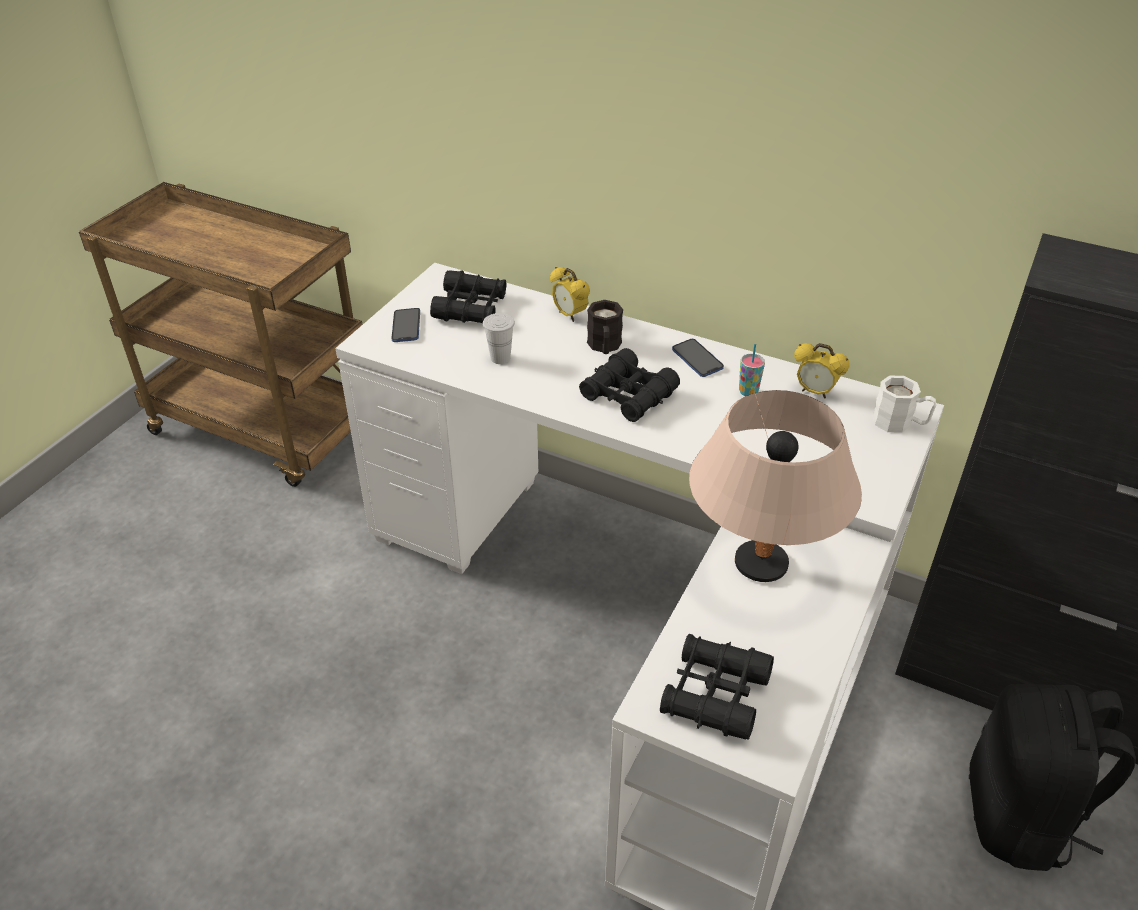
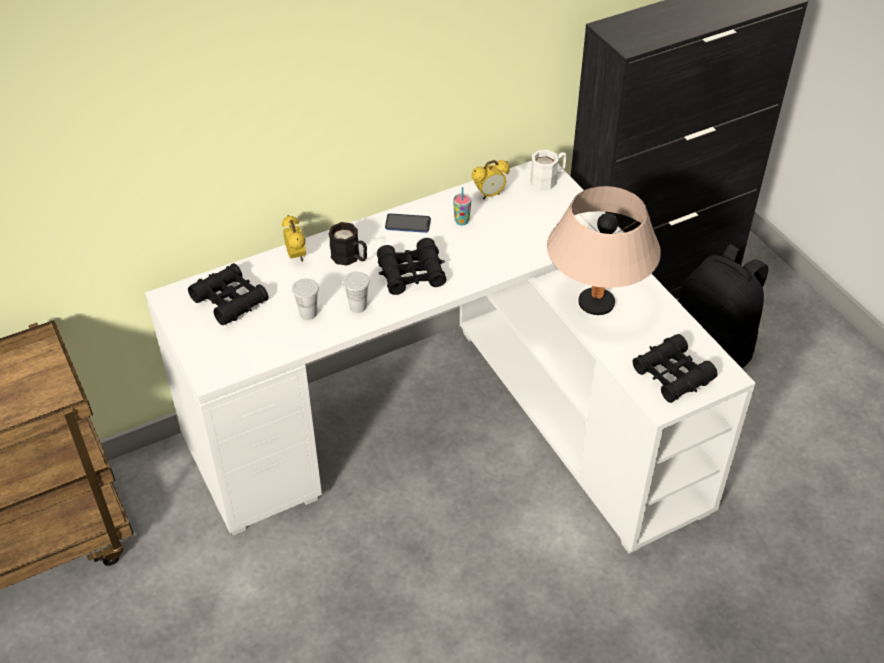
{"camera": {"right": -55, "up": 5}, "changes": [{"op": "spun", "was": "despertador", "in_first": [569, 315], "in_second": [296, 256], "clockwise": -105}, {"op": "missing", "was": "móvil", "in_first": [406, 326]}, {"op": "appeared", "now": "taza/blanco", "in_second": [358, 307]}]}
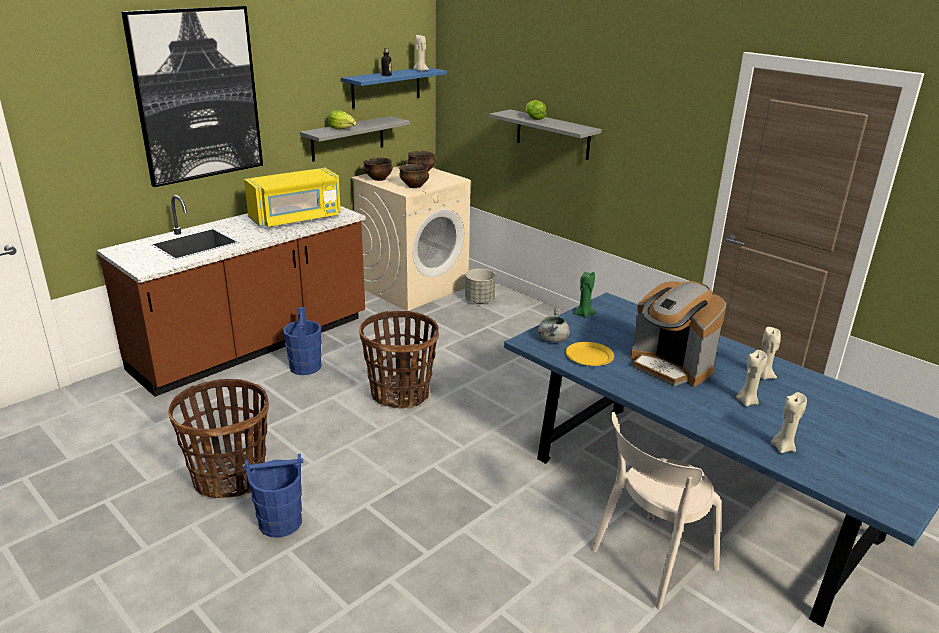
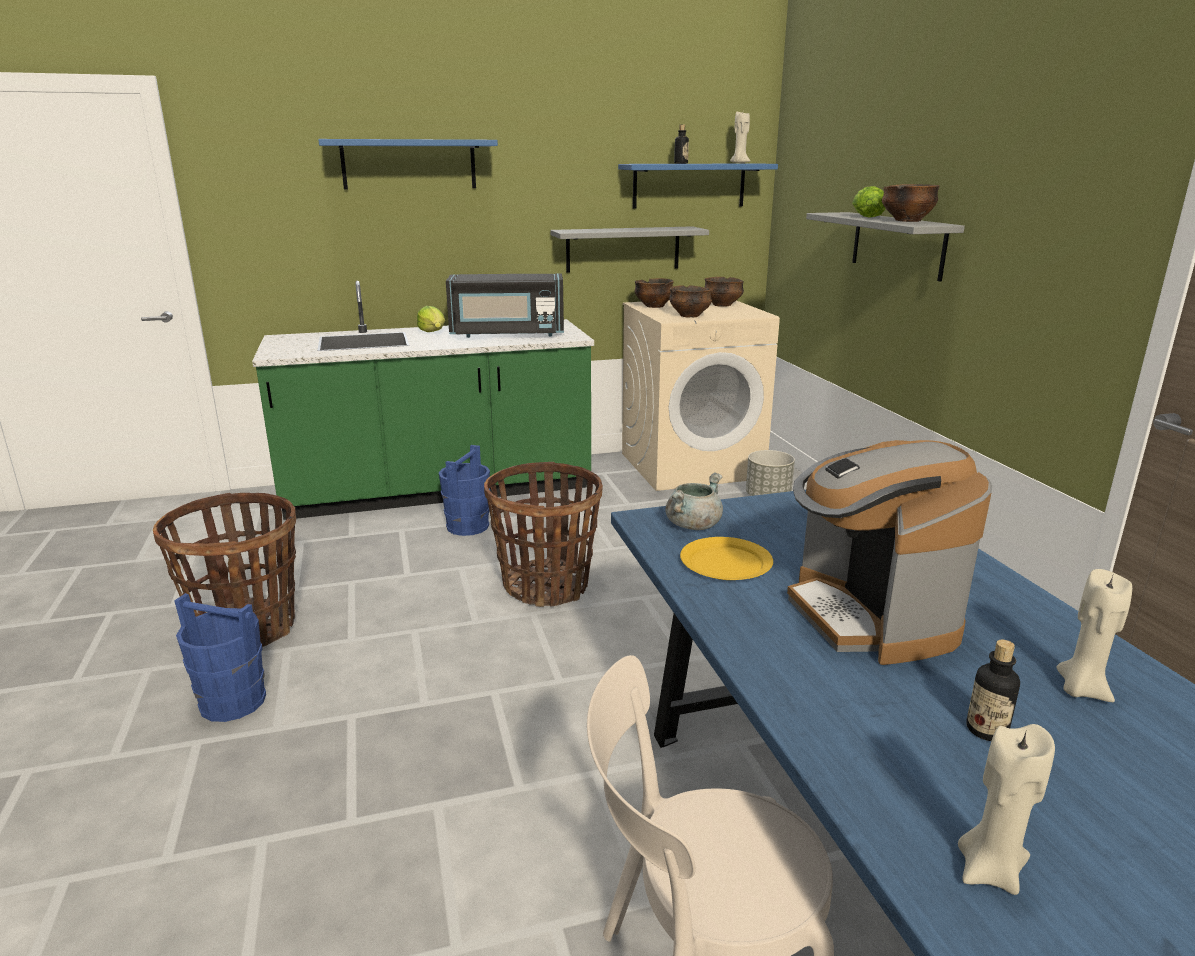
{"camera": {"right": 30, "up": -5}, "changes": [{"op": "exchanged", "was": "cuadro", "now": "estante/azul", "in_first": [197, 95], "in_second": [409, 164]}, {"op": "relocated", "was": "lechuga", "in_first": [342, 129], "in_second": [433, 332]}, {"op": "colour", "was": "microondas/amarillo", "now": "microondas/negro", "in_first": [296, 219], "in_second": [507, 334]}, {"op": "colour", "was": "mueble bajo de cocina/marrón", "now": "mueble bajo de cocina/verde", "in_first": [253, 345], "in_second": [439, 491]}, {"op": "missing", "was": "vela/verde", "in_first": [583, 314]}, {"op": "exchanged", "was": "vela/beis", "now": "botella", "in_first": [746, 401], "in_second": [986, 730]}, {"op": "appeared", "now": "cuenco", "in_second": [907, 221]}]}
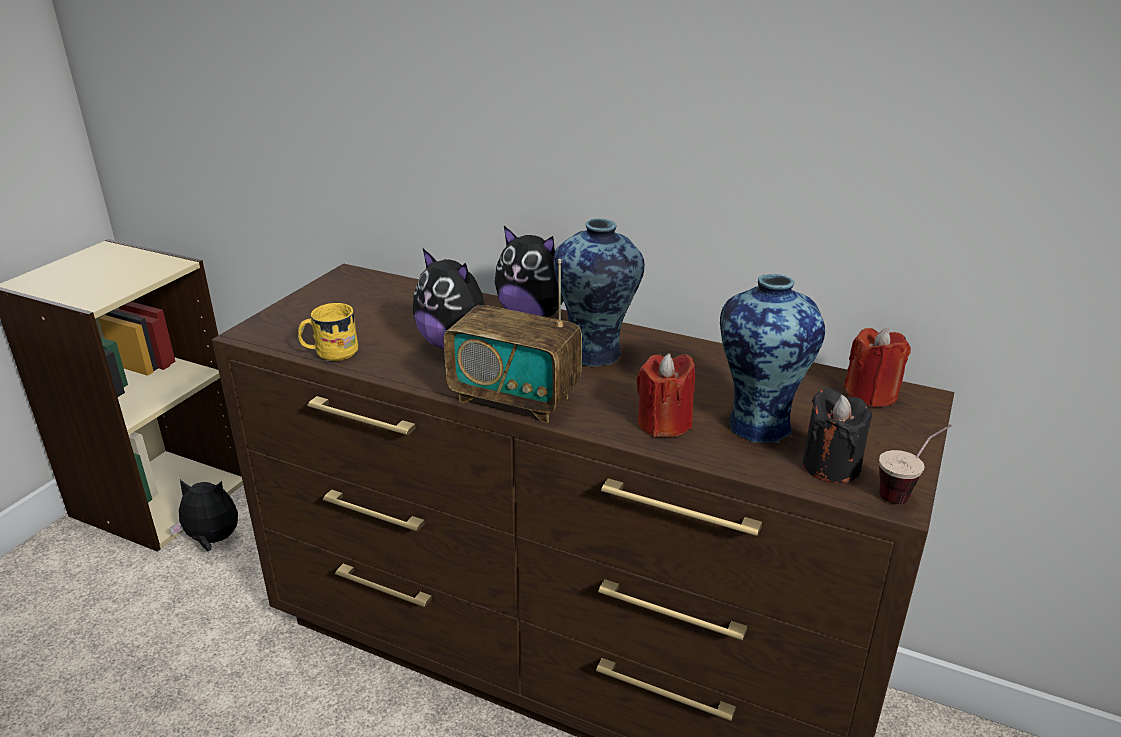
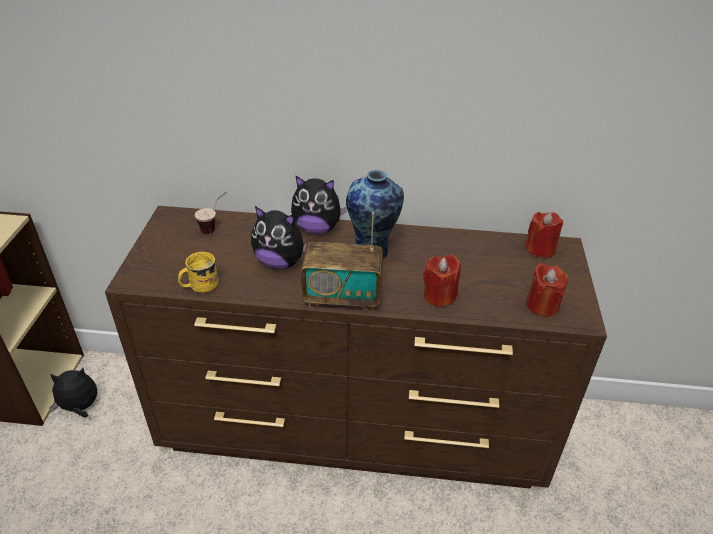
{"camera": {"right": -20, "up": 10}, "changes": [{"op": "missing", "was": "florero", "in_first": [758, 424]}, {"op": "colour", "was": "vela/negro", "now": "vela/rojo", "in_first": [831, 466], "in_second": [542, 305]}, {"op": "relocated", "was": "taza", "in_first": [907, 491], "in_second": [215, 227]}]}
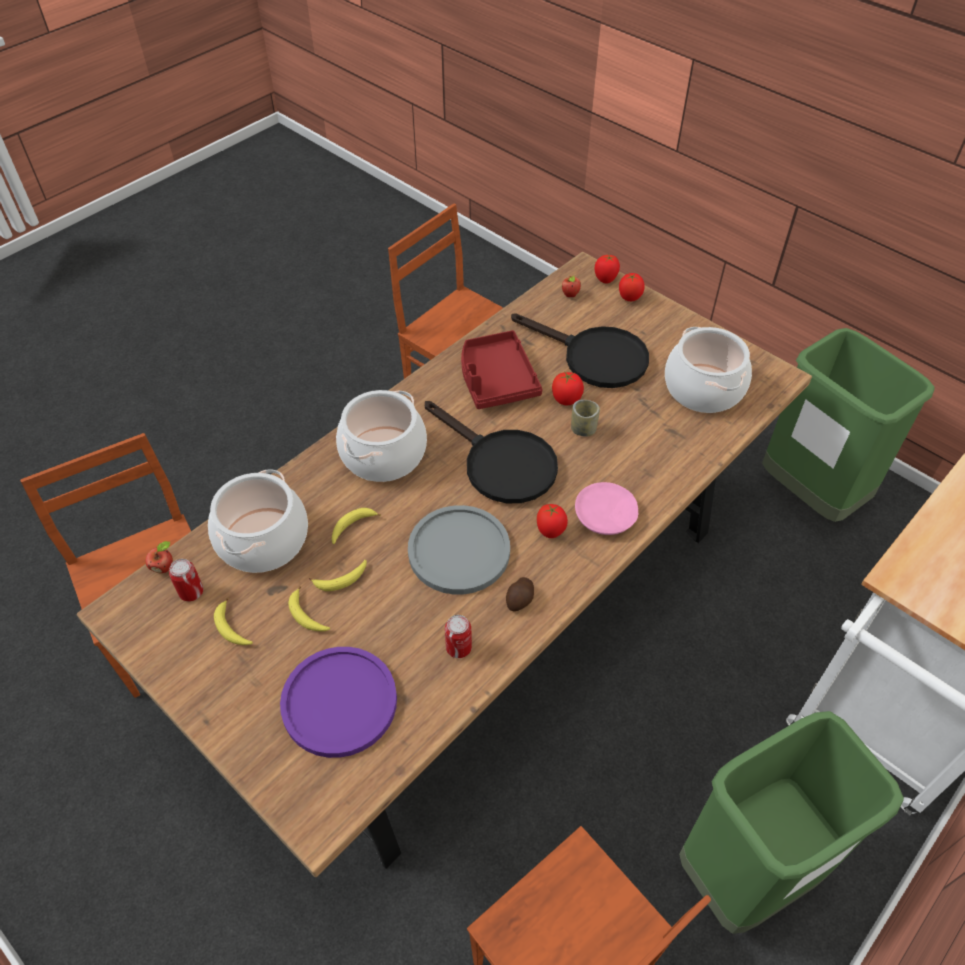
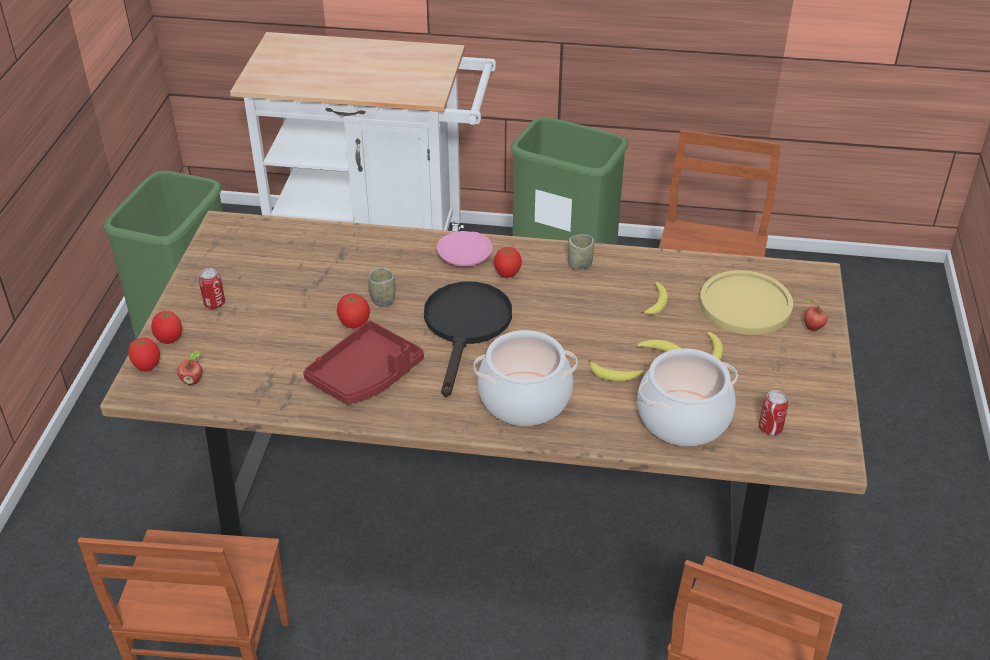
{"camera": {"right": -125, "up": -10}, "changes": [{"op": "missing", "was": "sartén/negro", "in_first": [594, 357]}, {"op": "missing", "was": "olla", "in_first": [704, 389]}, {"op": "missing", "was": "plato/gris", "in_first": [459, 551]}, {"op": "relocated", "was": "manzana", "in_first": [164, 567], "in_second": [811, 328]}, {"op": "exchanged", "was": "patata", "now": "taza", "in_first": [520, 599], "in_second": [579, 264]}, {"op": "relocated", "was": "plátano", "in_first": [232, 628], "in_second": [656, 303]}, {"op": "relocated", "was": "lata", "in_first": [458, 648], "in_second": [214, 303]}, {"op": "colour", "was": "plato/morado", "now": "plato/amarillo", "in_first": [339, 702], "in_second": [745, 304]}]}
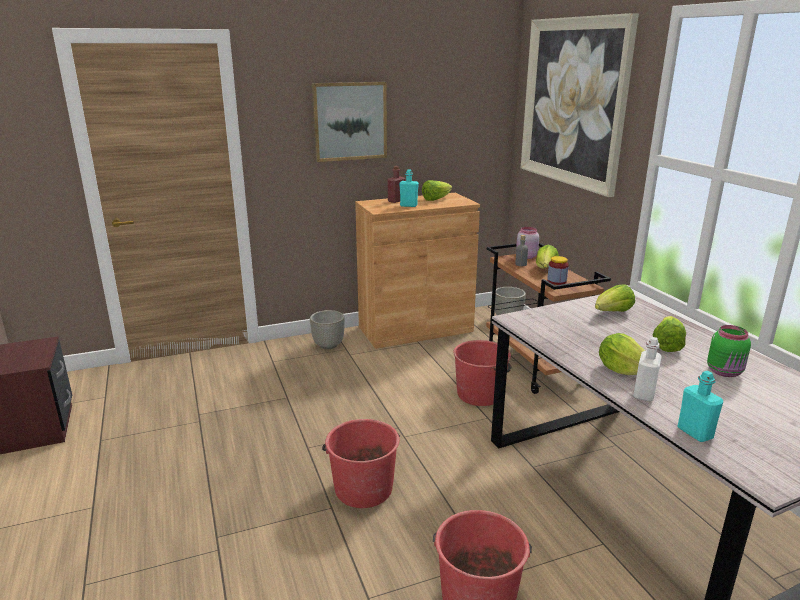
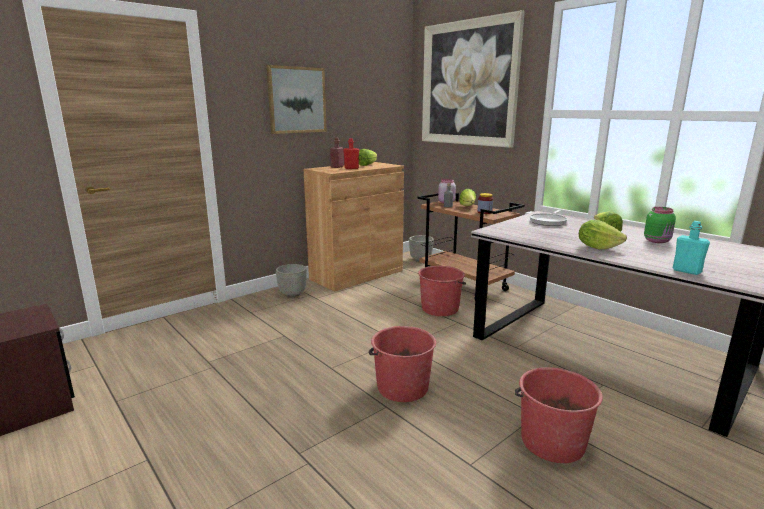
{"camera": {"right": -20, "up": -5}, "changes": [{"op": "colour", "was": "botella/turquesa", "now": "botella/rojo", "in_first": [408, 205], "in_second": [351, 168]}, {"op": "exchanged", "was": "lechuga", "now": "sartén", "in_first": [612, 313], "in_second": [548, 221]}, {"op": "missing", "was": "botella/blanco", "in_first": [644, 394]}]}
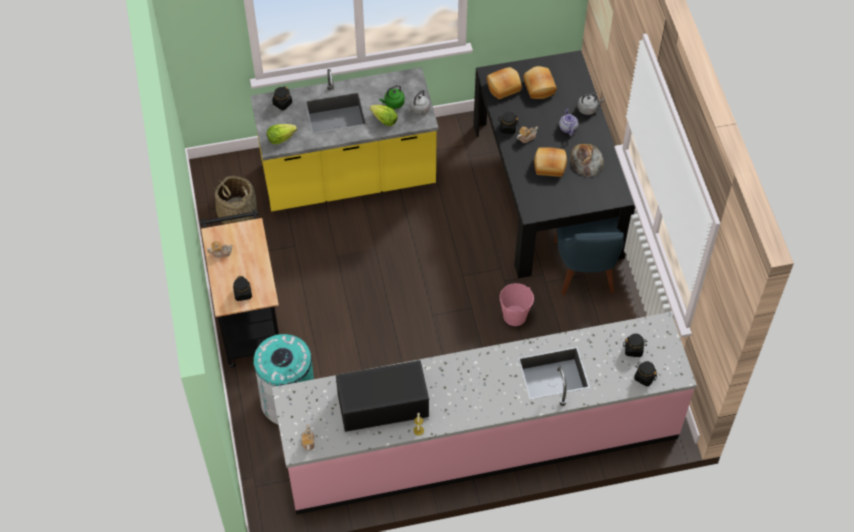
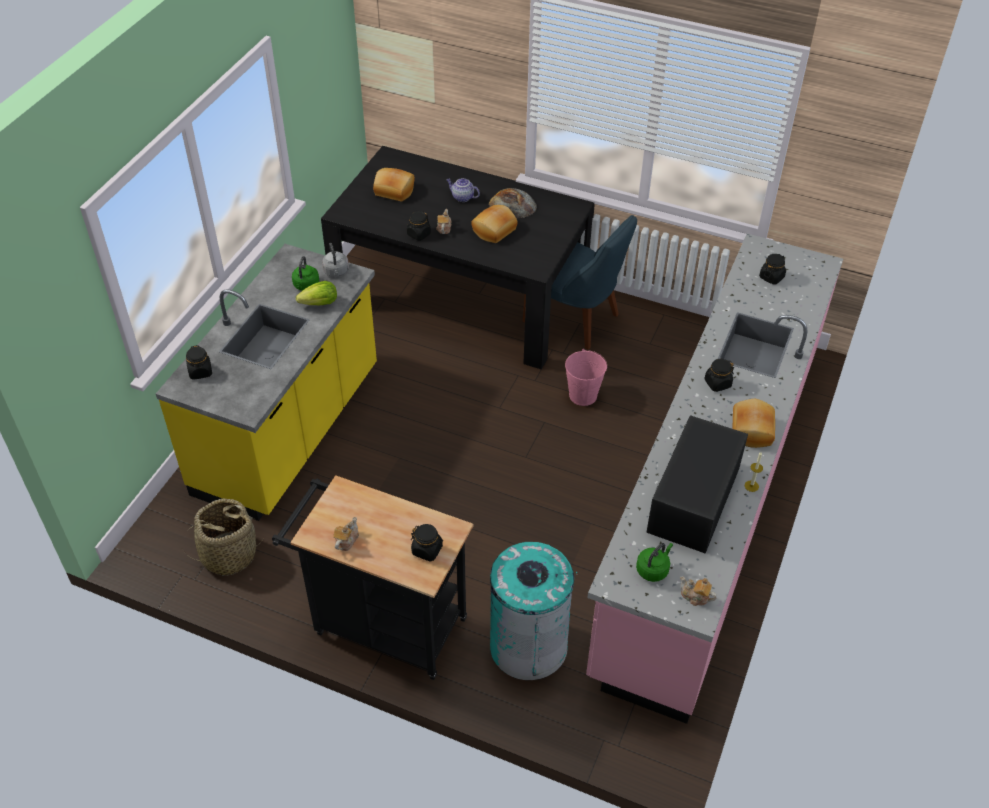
{"camera": {"right": -55, "up": -10}, "changes": [{"op": "relocated", "was": "pan", "in_first": [503, 86], "in_second": [750, 430]}, {"op": "missing", "was": "hervidor/gris", "in_first": [588, 108]}, {"op": "missing", "was": "lechuga", "in_first": [280, 138]}, {"op": "relocated", "was": "tarro/negro", "in_first": [644, 377], "in_second": [717, 383]}, {"op": "appeared", "now": "hervidor/verde", "in_second": [653, 569]}]}
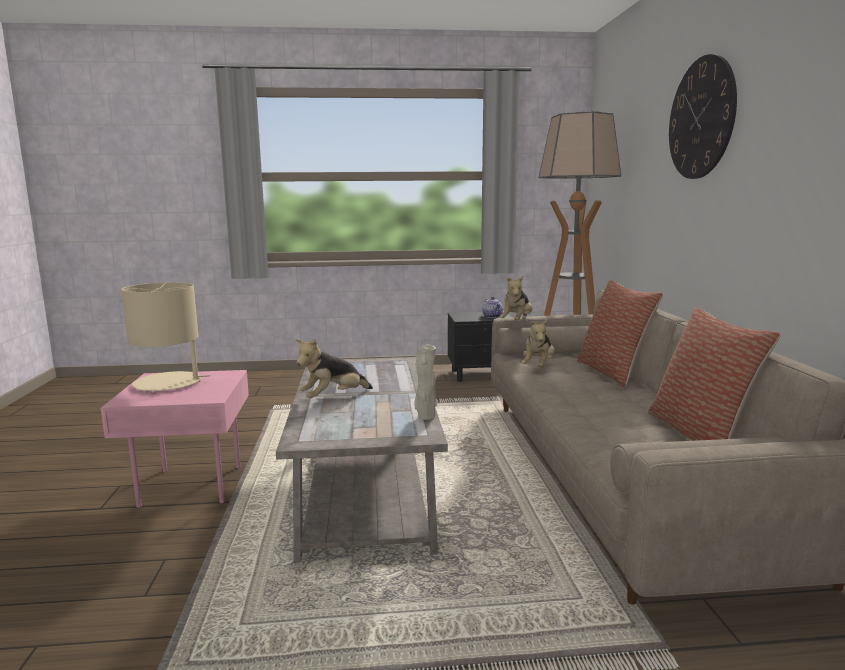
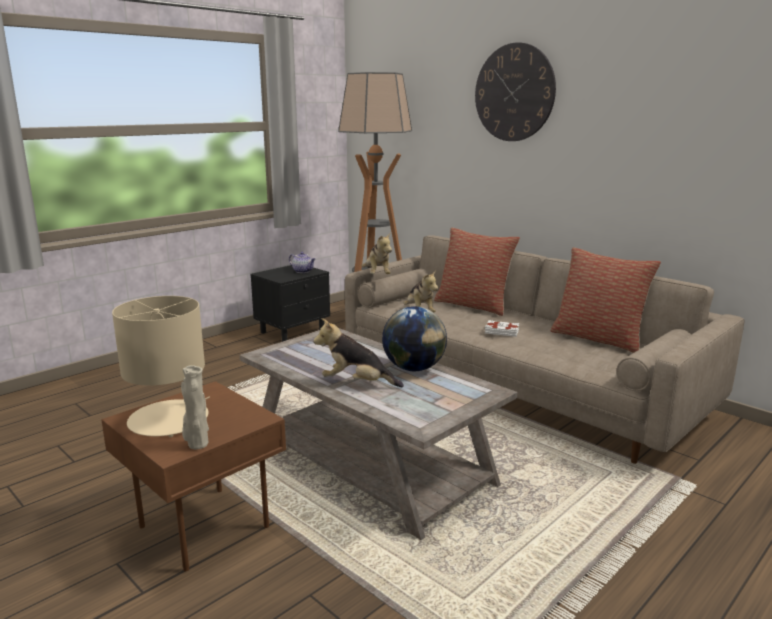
{"camera": {"right": -40, "up": 5}, "changes": [{"op": "spun", "was": "peluche", "in_first": [333, 398], "in_second": [357, 383], "clockwise": 90}, {"op": "relocated", "was": "florero/beis", "in_first": [425, 417], "in_second": [197, 445]}, {"op": "colour", "was": "mesa auxiliar/rosa", "now": "mesa auxiliar/marrón", "in_first": [188, 487], "in_second": [203, 529]}, {"op": "appeared", "now": "globo terráqueo", "in_second": [414, 368]}, {"op": "appeared", "now": "libro/blanco", "in_second": [501, 331]}]}
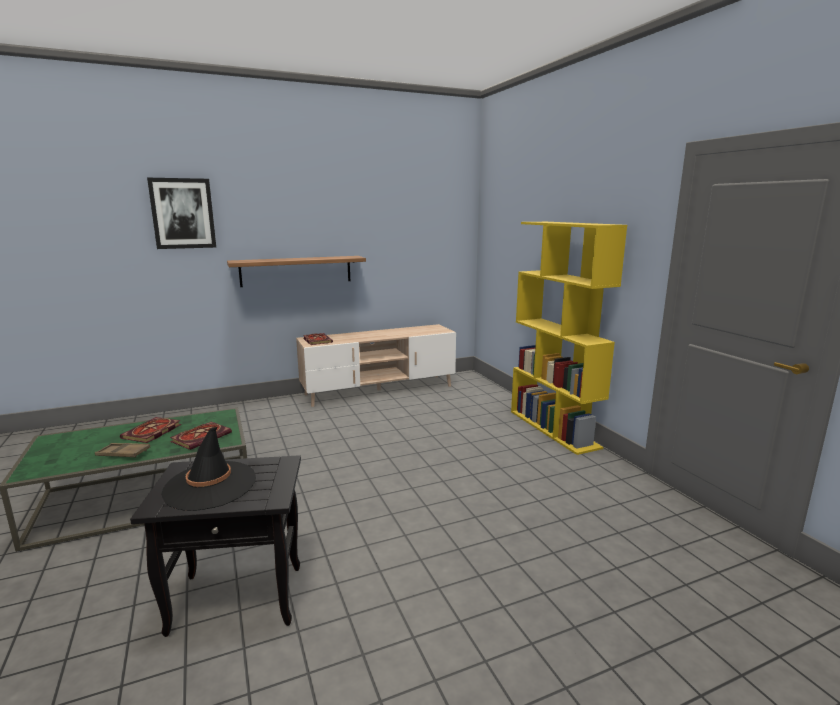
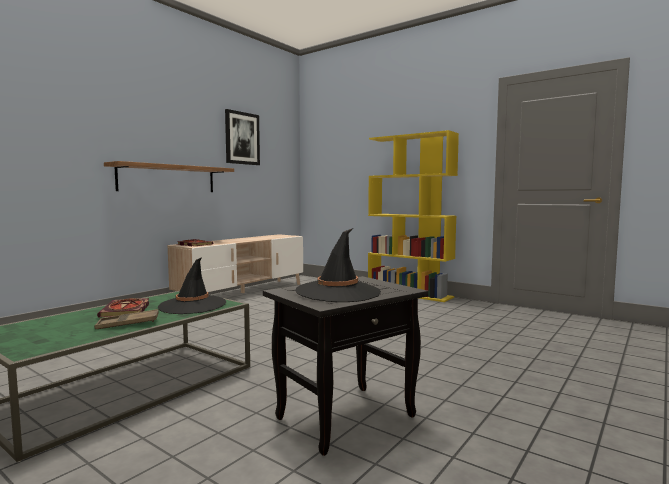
{"camera": {"right": -30, "up": -10}, "changes": [{"op": "relocated", "was": "cuadro", "in_first": [183, 213], "in_second": [242, 138]}, {"op": "exchanged", "was": "libro", "now": "sombrero/negro", "in_first": [202, 437], "in_second": [192, 305]}]}
